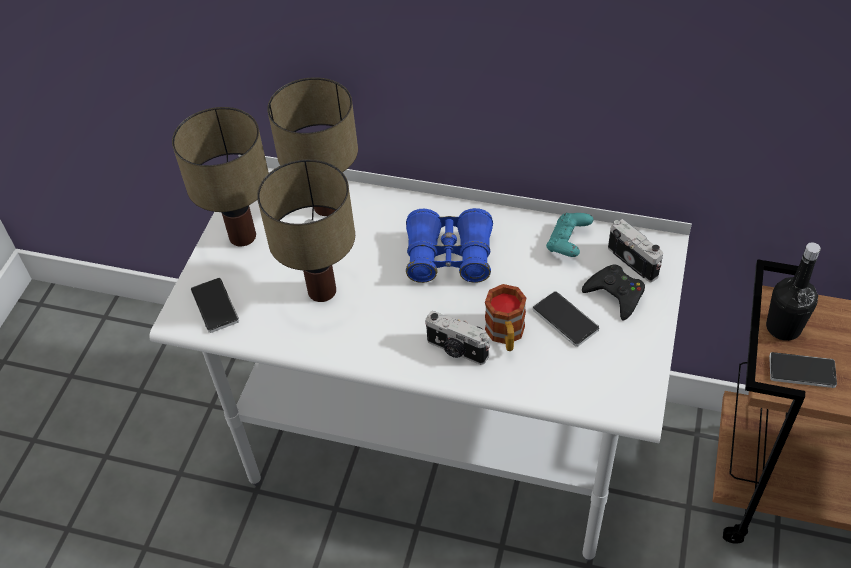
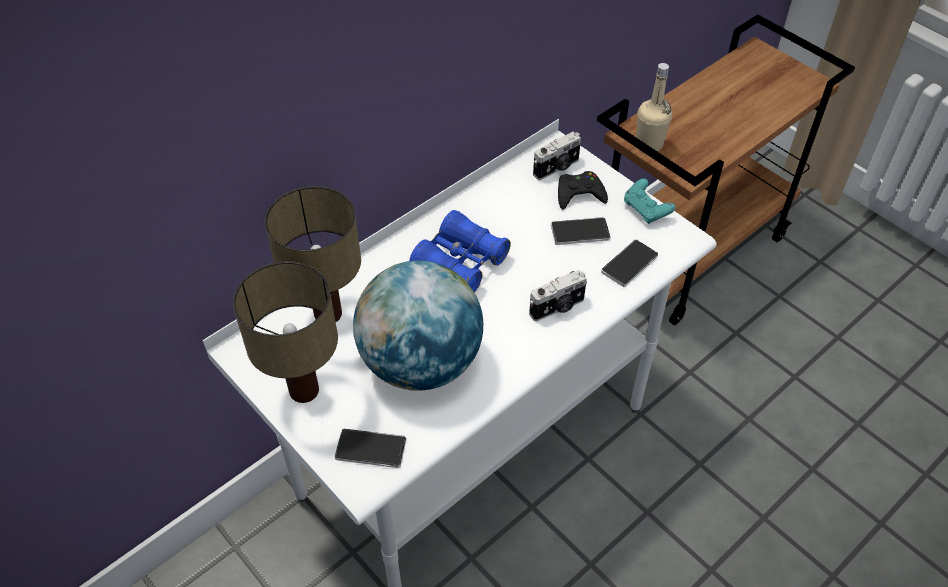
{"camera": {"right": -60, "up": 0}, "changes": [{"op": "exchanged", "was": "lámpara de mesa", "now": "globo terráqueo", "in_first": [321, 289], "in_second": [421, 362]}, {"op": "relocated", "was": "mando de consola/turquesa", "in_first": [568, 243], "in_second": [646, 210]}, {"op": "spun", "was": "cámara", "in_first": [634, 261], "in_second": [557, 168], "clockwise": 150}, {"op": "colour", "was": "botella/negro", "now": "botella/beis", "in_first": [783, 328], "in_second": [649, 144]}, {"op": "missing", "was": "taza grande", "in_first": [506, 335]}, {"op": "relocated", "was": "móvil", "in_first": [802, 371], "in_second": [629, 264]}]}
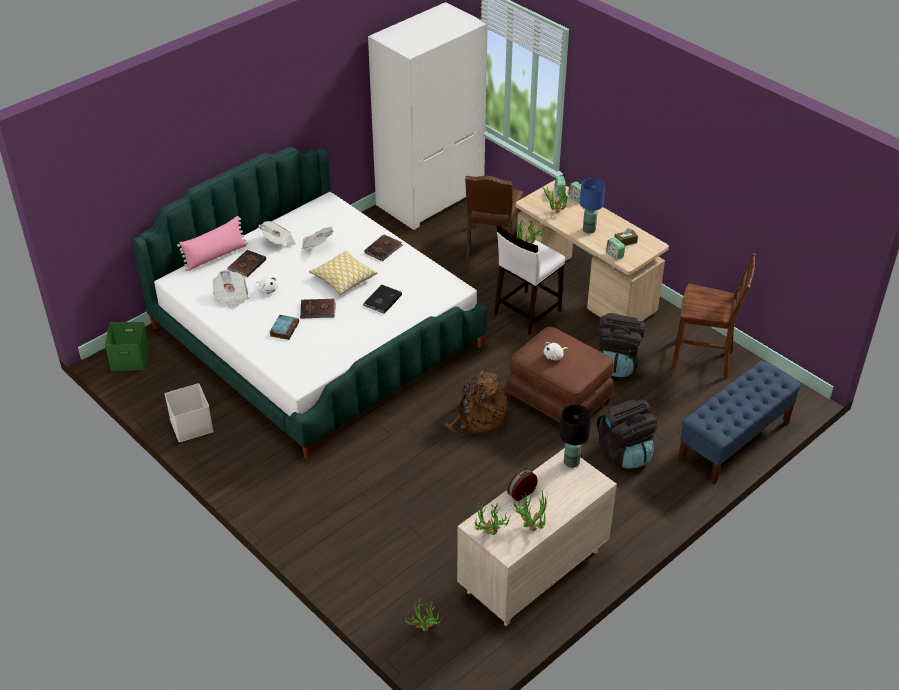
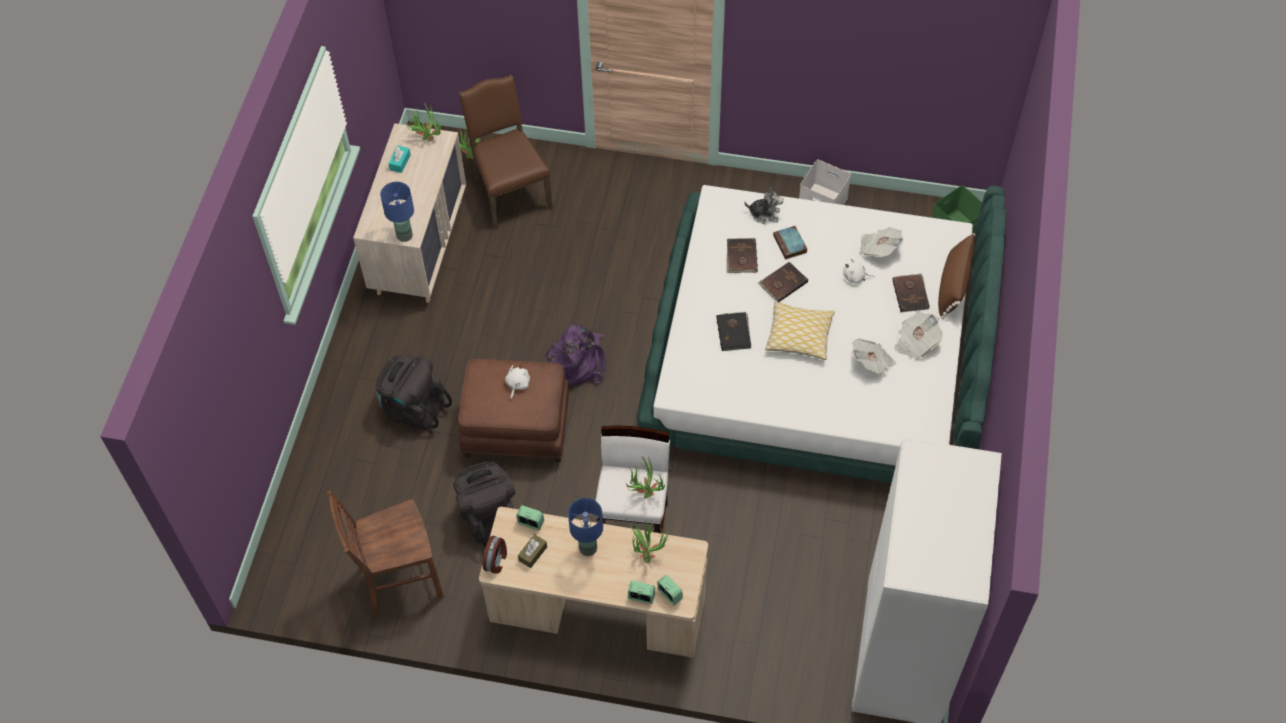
{"camera": {"right": 145, "up": 15}, "changes": [{"op": "relocated", "was": "silla/marrón", "in_first": [491, 245], "in_second": [510, 193]}, {"op": "colour", "was": "cojín/rosa", "now": "cojín/marrón", "in_first": [215, 256], "in_second": [953, 285]}, {"op": "relocated", "was": "libro/marrón", "in_first": [384, 249], "in_second": [741, 257]}, {"op": "missing", "was": "banco/azul", "in_first": [734, 441]}, {"op": "colour", "was": "mochila/marrón", "now": "mochila/morado", "in_first": [478, 418], "in_second": [578, 362]}, {"op": "colour", "was": "lámpara de mesa/negro", "now": "lámpara de mesa/azul", "in_first": [572, 462], "in_second": [404, 236]}, {"op": "relocated", "was": "despertador", "in_first": [521, 492], "in_second": [496, 561]}, {"op": "exchanged", "was": "planta en maceta", "now": "caja de pañuelos/turquesa", "in_first": [530, 526], "in_second": [400, 162]}, {"op": "appeared", "now": "peluche", "in_second": [764, 214]}]}
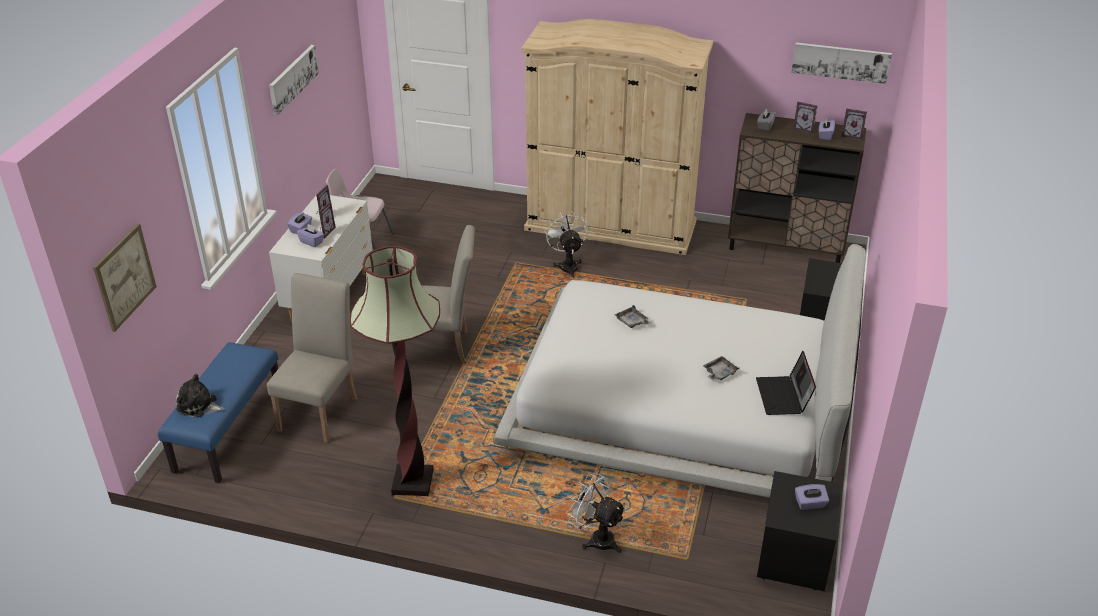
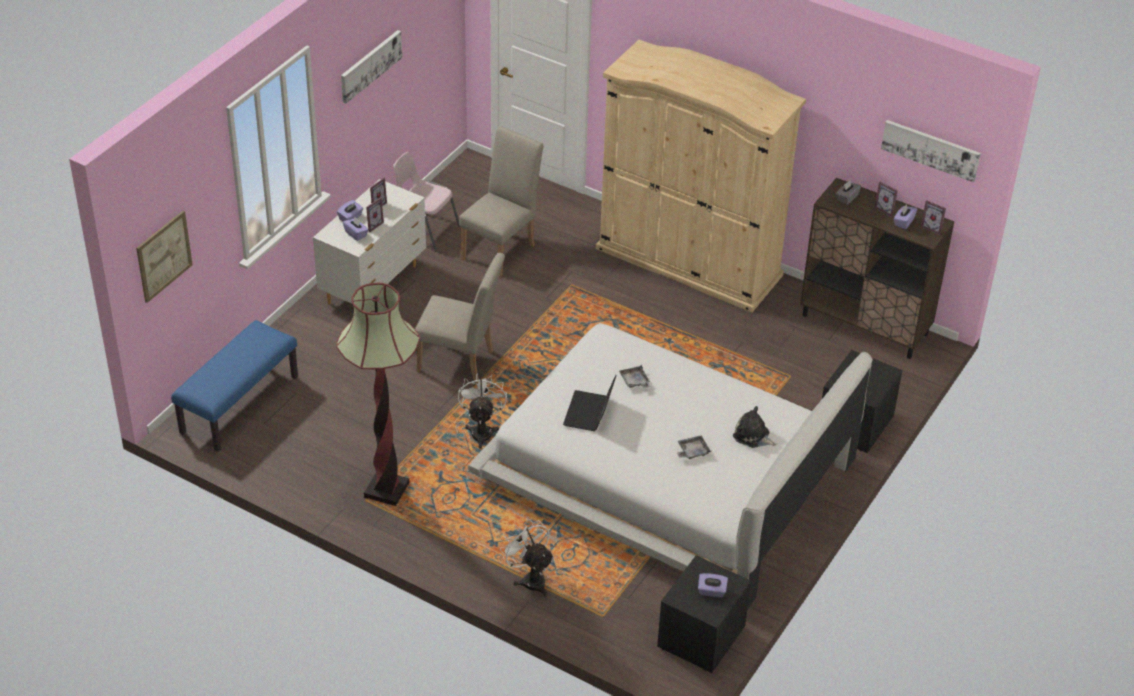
{"camera": {"right": 15, "up": 5}, "changes": [{"op": "relocated", "was": "ventilador/blanco", "in_first": [567, 265], "in_second": [482, 430]}, {"op": "relocated", "was": "silla/beis", "in_first": [321, 410], "in_second": [502, 249]}, {"op": "relocated", "was": "portátil", "in_first": [783, 397], "in_second": [589, 413]}, {"op": "relocated", "was": "peluche", "in_first": [199, 406], "in_second": [753, 436]}]}
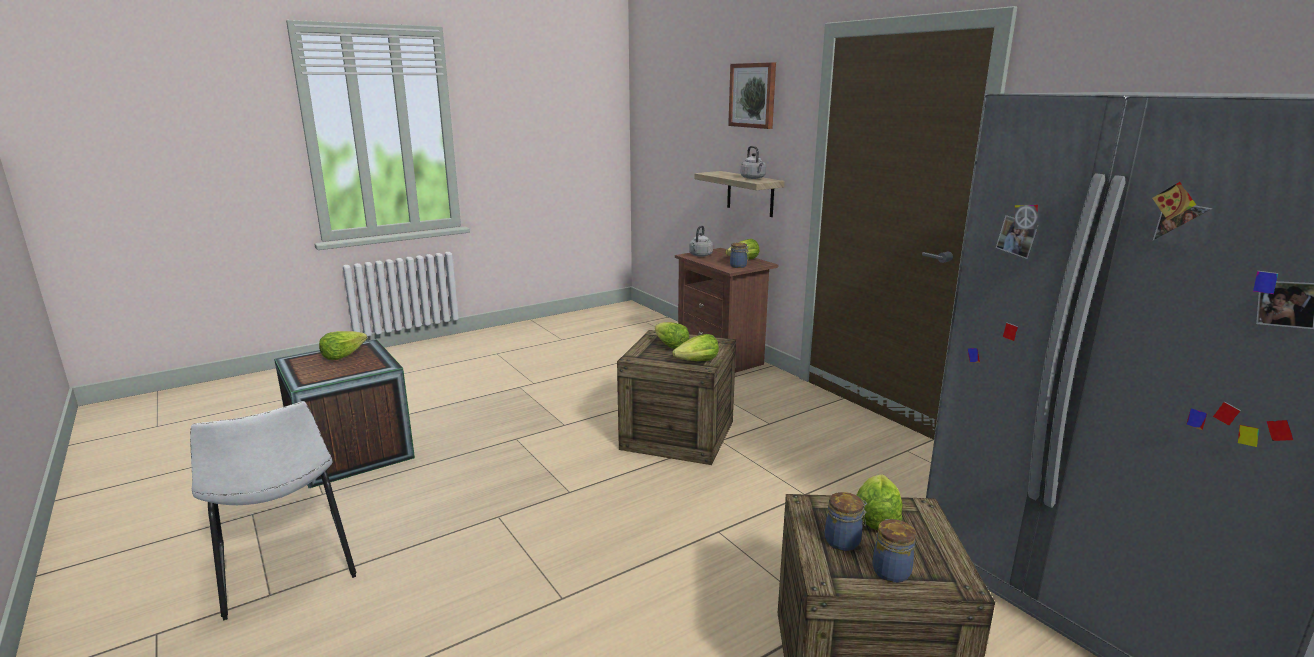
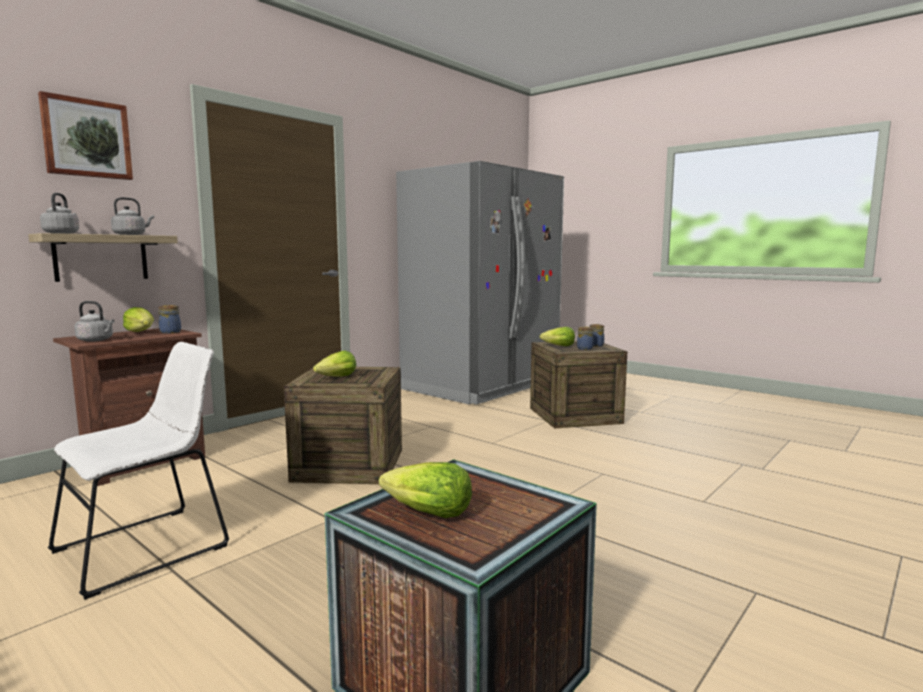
{"camera": {"right": -105, "up": -10}, "changes": [{"op": "missing", "was": "lechuga", "in_first": [697, 362]}, {"op": "relocated", "was": "silla/blanco", "in_first": [286, 566], "in_second": [149, 546]}, {"op": "appeared", "now": "hervidor/gris", "in_second": [62, 233]}]}
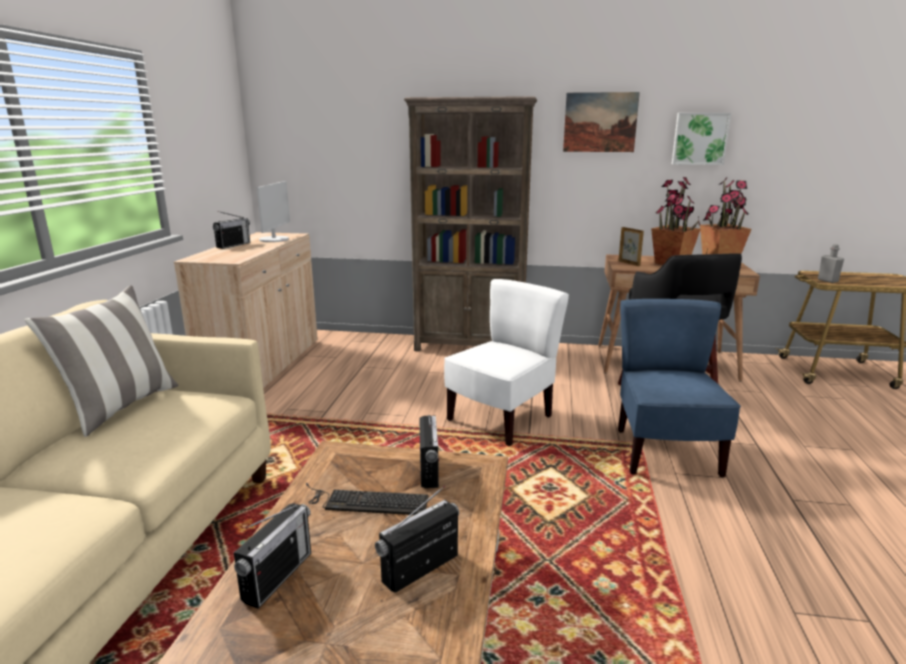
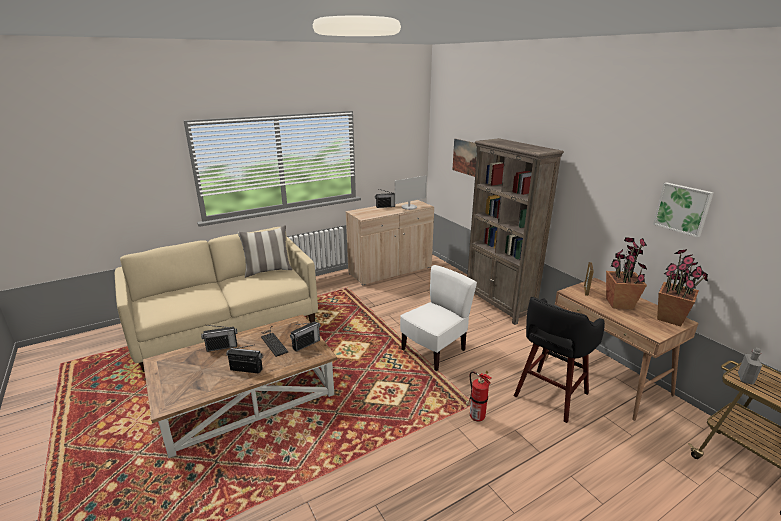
{"camera": {"right": 50, "up": 5}, "changes": [{"op": "relocated", "was": "cuadro", "in_first": [600, 122], "in_second": [466, 157]}, {"op": "spun", "was": "silla/blanco", "in_first": [501, 419], "in_second": [434, 350], "clockwise": -45}, {"op": "exchanged", "was": "silla/azul", "now": "extintor", "in_first": [664, 452], "in_second": [475, 416]}]}
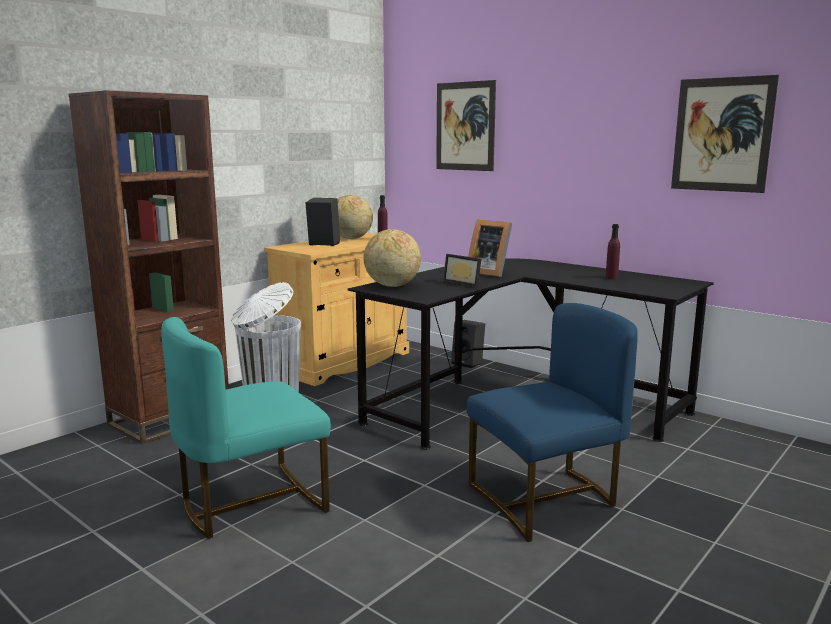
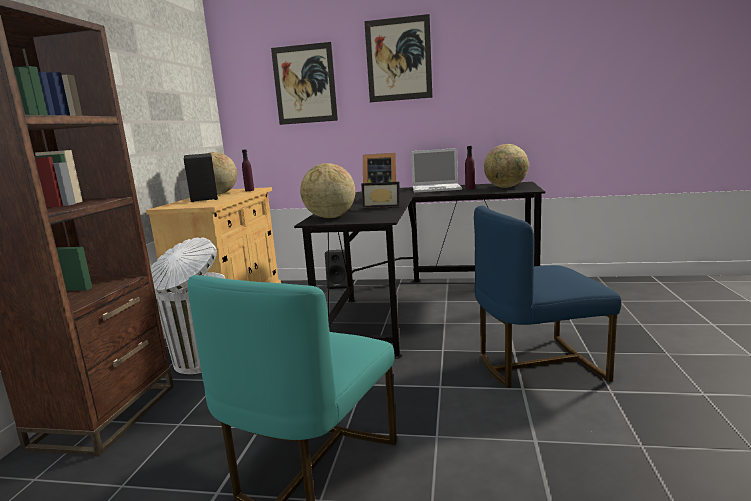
{"camera": {"right": -30, "up": 0}, "changes": [{"op": "relocated", "was": "cuadro", "in_first": [722, 135], "in_second": [398, 59]}, {"op": "spun", "was": "silla/azul", "in_first": [546, 500], "in_second": [537, 364], "clockwise": -135}, {"op": "appeared", "now": "globo terráqueo", "in_second": [506, 187]}, {"op": "appeared", "now": "portátil", "in_second": [437, 188]}]}
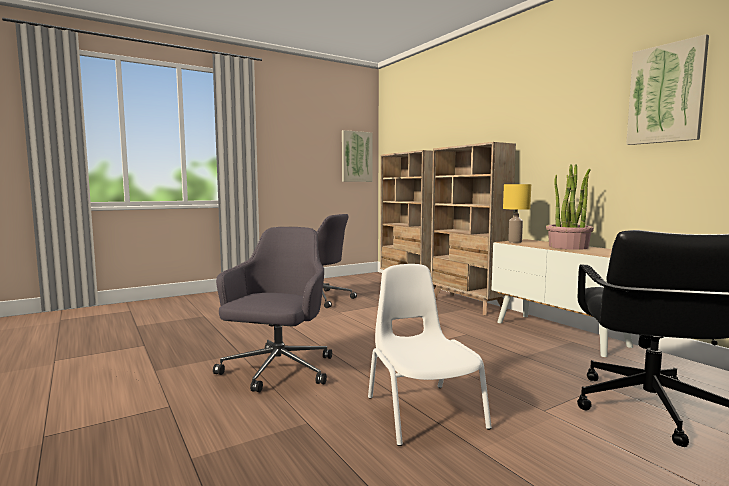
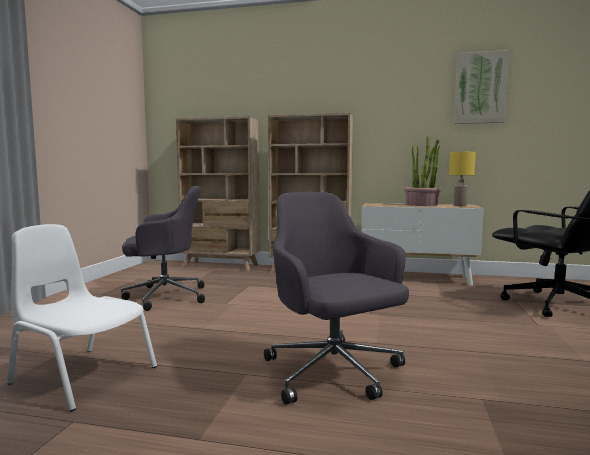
{"camera": {"right": -45, "up": 0}, "changes": [{"op": "missing", "was": "cuadro", "in_first": [356, 156]}, {"op": "relocated", "was": "lámpara de mesa/amarillo", "in_first": [515, 242], "in_second": [460, 205]}, {"op": "relocated", "was": "silla/blanco", "in_first": [423, 411], "in_second": [82, 375]}]}
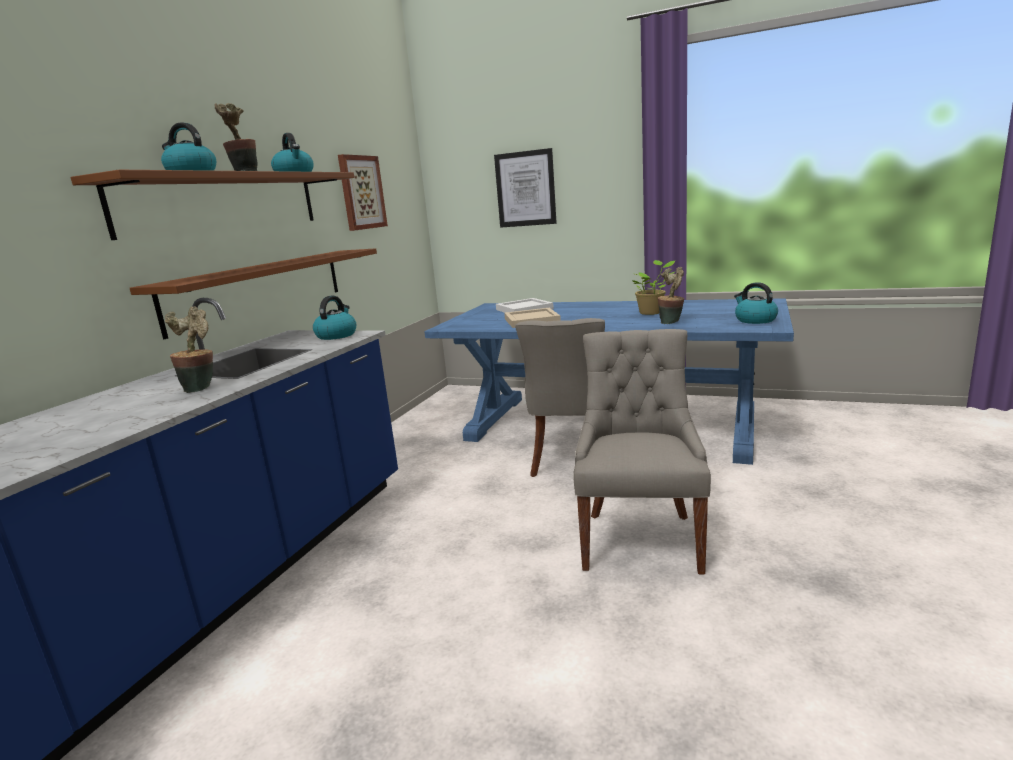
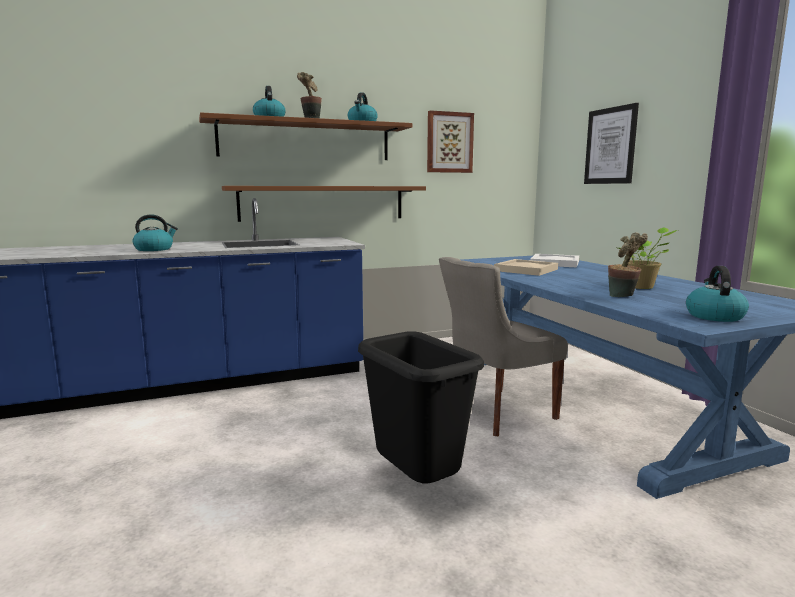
{"camera": {"right": 45, "up": -5}, "changes": [{"op": "relocated", "was": "hervidor", "in_first": [336, 335], "in_second": [154, 249]}, {"op": "missing", "was": "planta en maceta", "in_first": [201, 387]}, {"op": "exchanged", "was": "silla/gris", "now": "papelera/negro", "in_first": [640, 539], "in_second": [417, 485]}]}
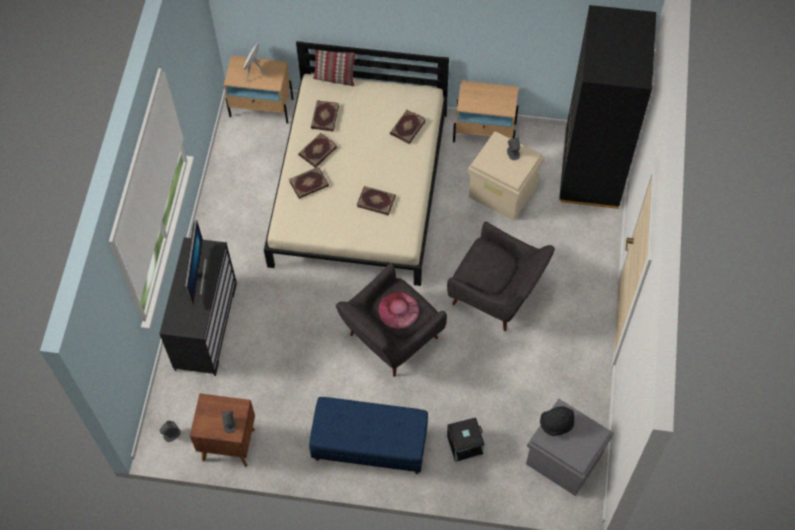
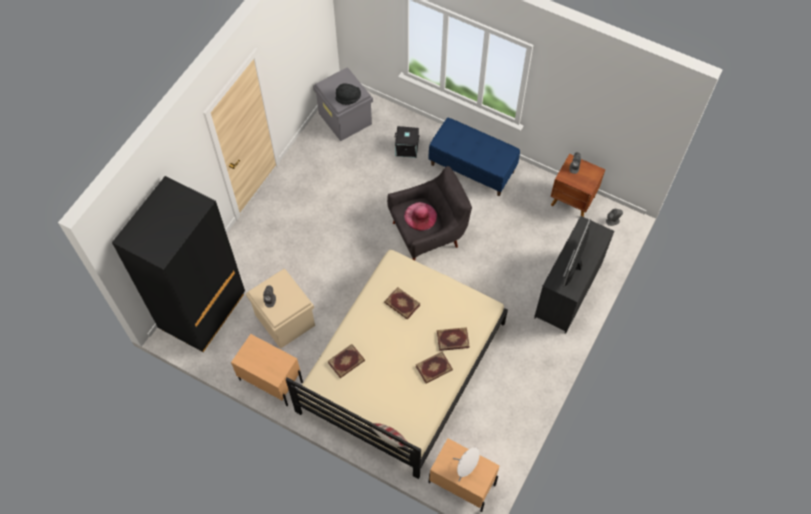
{"camera": {"right": -160, "up": 0}, "changes": [{"op": "missing", "was": "libro", "in_first": [324, 117]}, {"op": "missing", "was": "sillón/gris", "in_first": [497, 295]}]}
